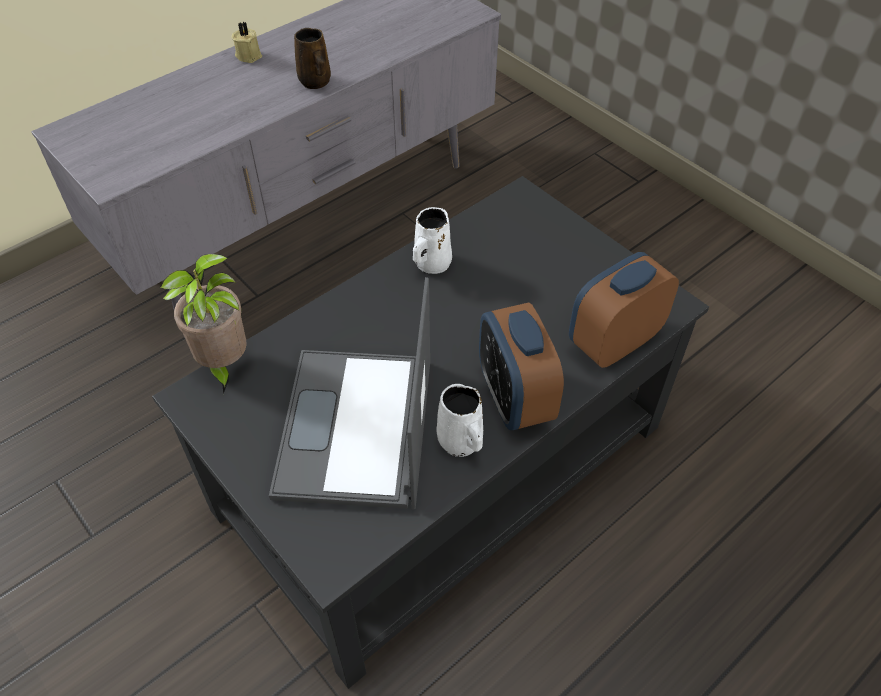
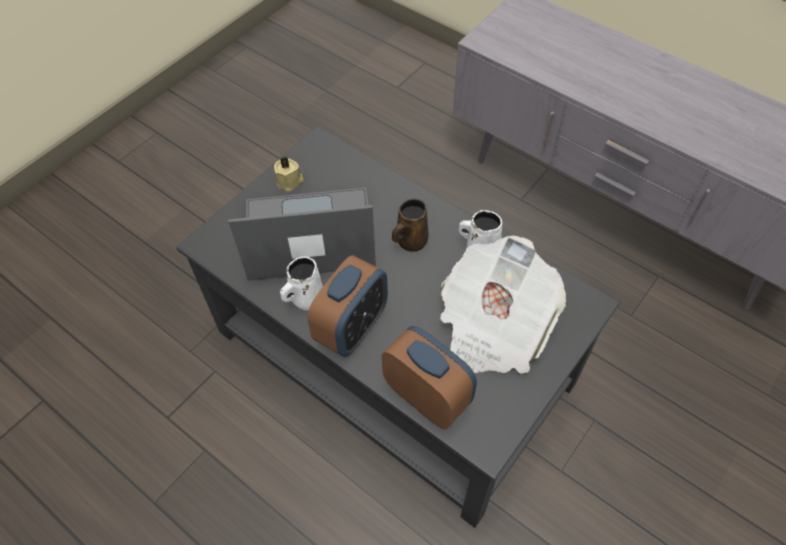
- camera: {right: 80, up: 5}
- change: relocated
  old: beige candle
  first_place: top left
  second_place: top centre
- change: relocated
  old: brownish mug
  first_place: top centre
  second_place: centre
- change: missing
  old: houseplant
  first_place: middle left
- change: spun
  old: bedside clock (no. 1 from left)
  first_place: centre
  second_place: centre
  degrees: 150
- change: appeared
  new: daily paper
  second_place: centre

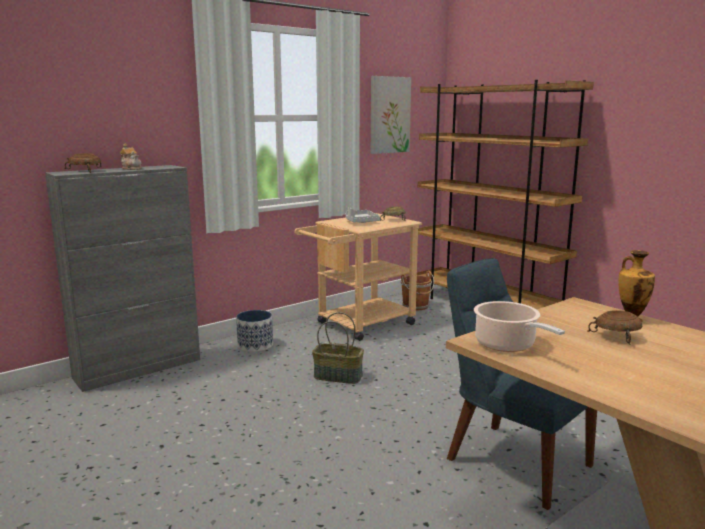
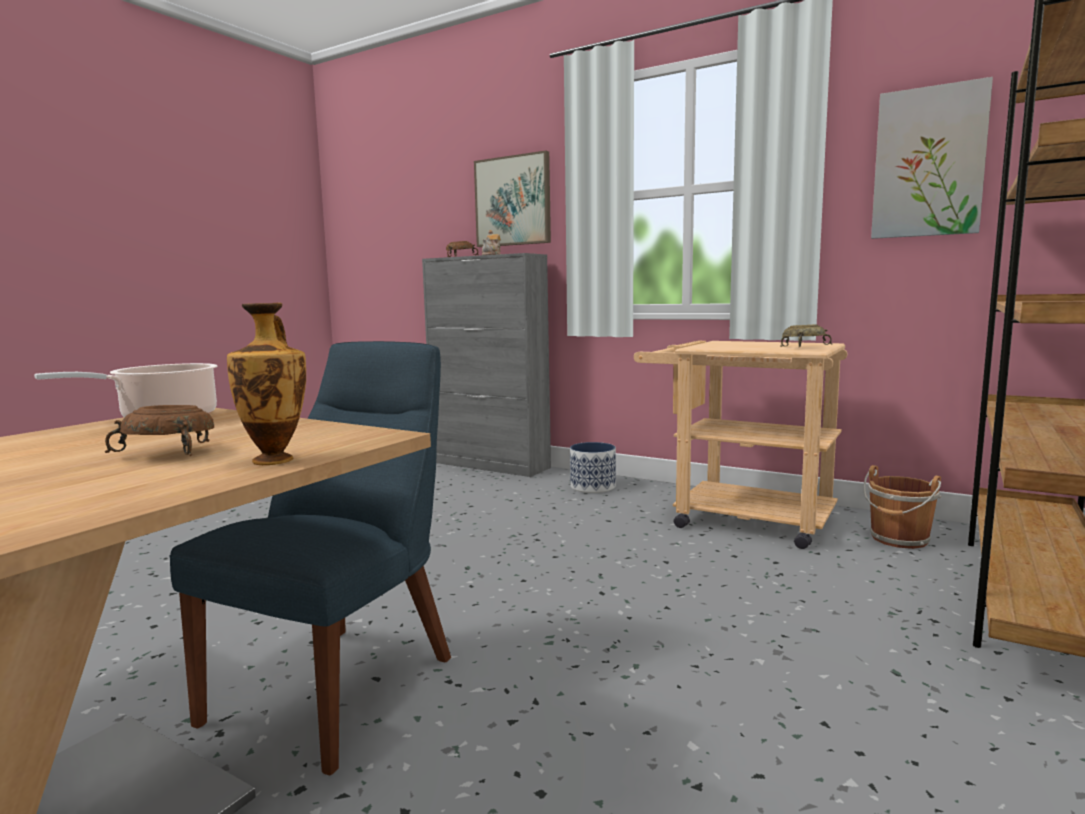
- camera: {right: 70, up: -5}
- change: missing
  old: gray tray
  first_place: centre
- change: missing
  old: household basket
  first_place: centre
- change: appeared
  new: wall picture (no. 1 from left)
  second_place: top centre

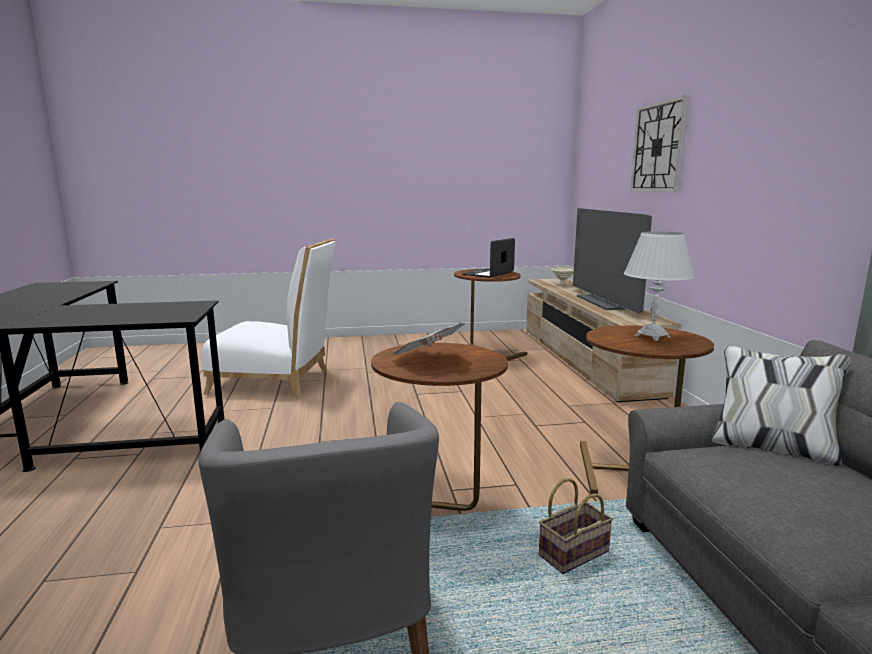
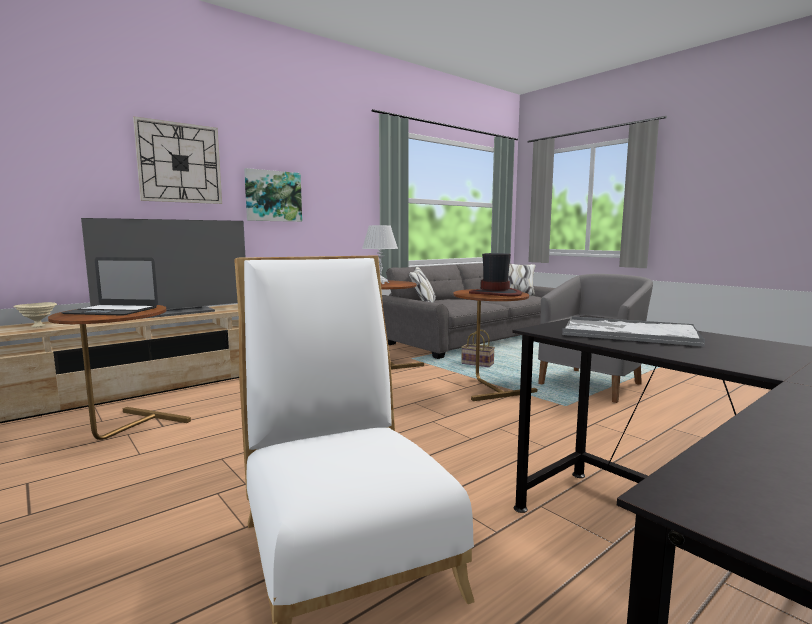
- camera: {right: -120, up: -5}
- change: exchanged
  old: daily paper
  new: wearable hat
  first_place: centre
  second_place: centre
- change: appeared
  new: wall picture
  second_place: top centre
- change: appeared
  new: tray
  second_place: middle right

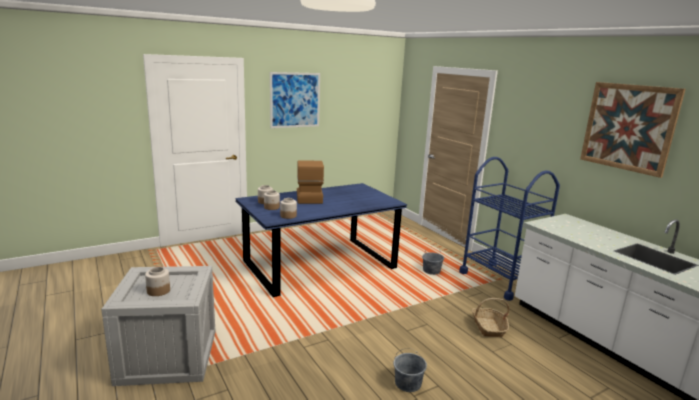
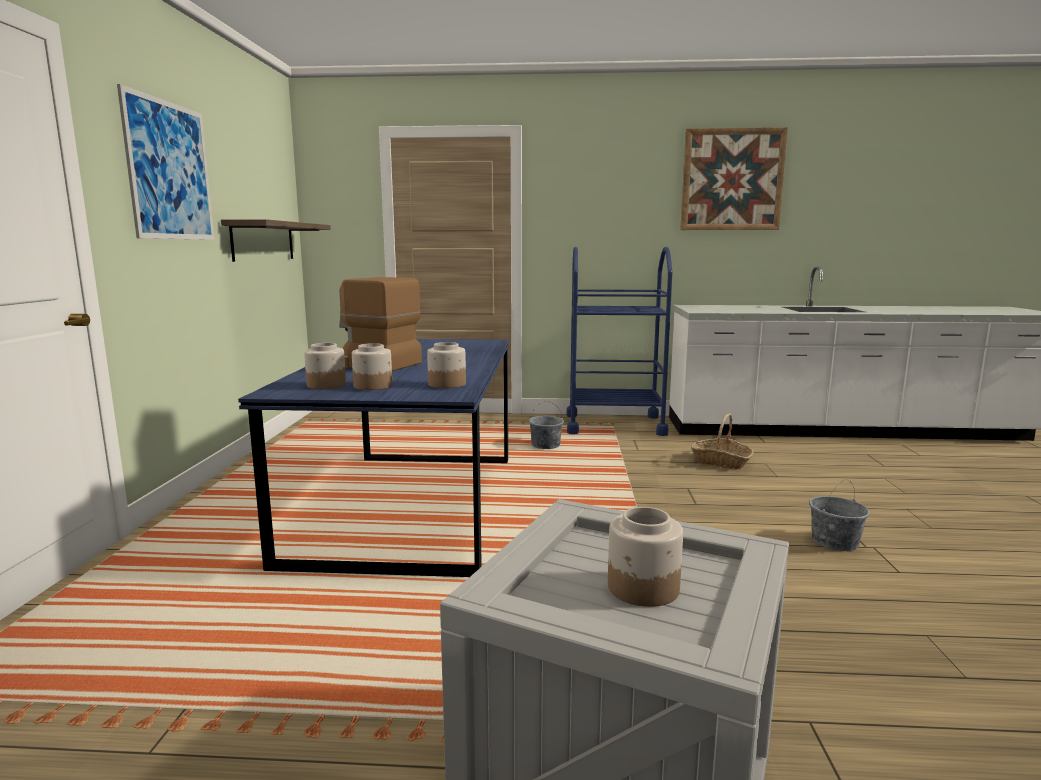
- camera: {right: -55, up: -5}
- change: appeared
  new: bracket shelf
  second_place: top left

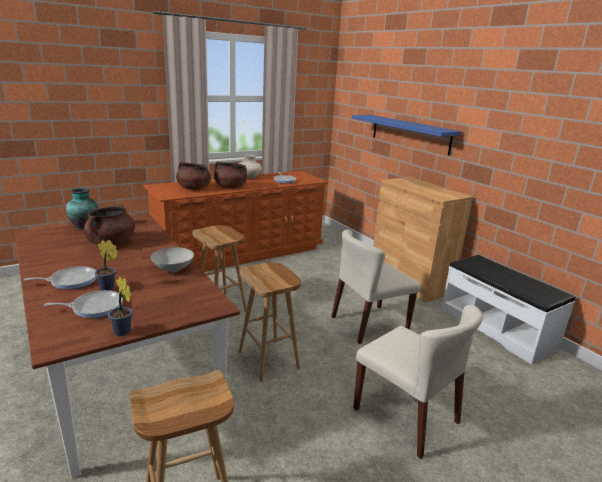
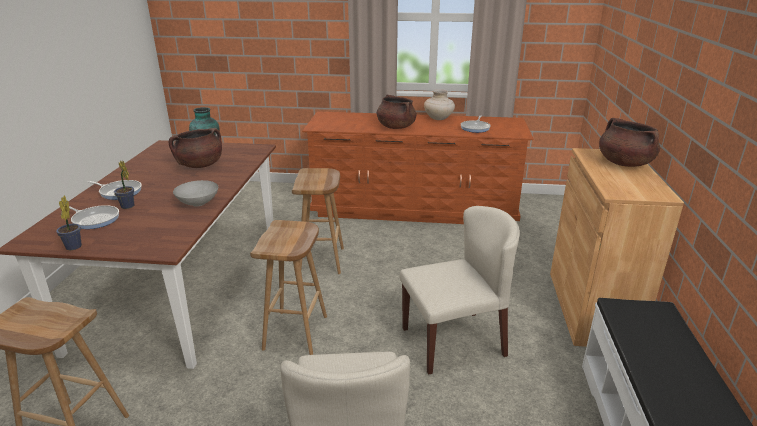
- camera: {right: 40, up: 5}
- change: missing
  old: blue-coloured bracket shelf
  first_place: top right
- change: relocated
  old: brownish saucepot (no. 2 from left in the first image)
  new: brownish saucepot (no. 3 from left)
  first_place: middle left
  second_place: middle right
- change: spun
  old: beige plain chair (no. 1 from left in the first image)
  first_place: centre
  second_place: bottom centre
  degrees: 150

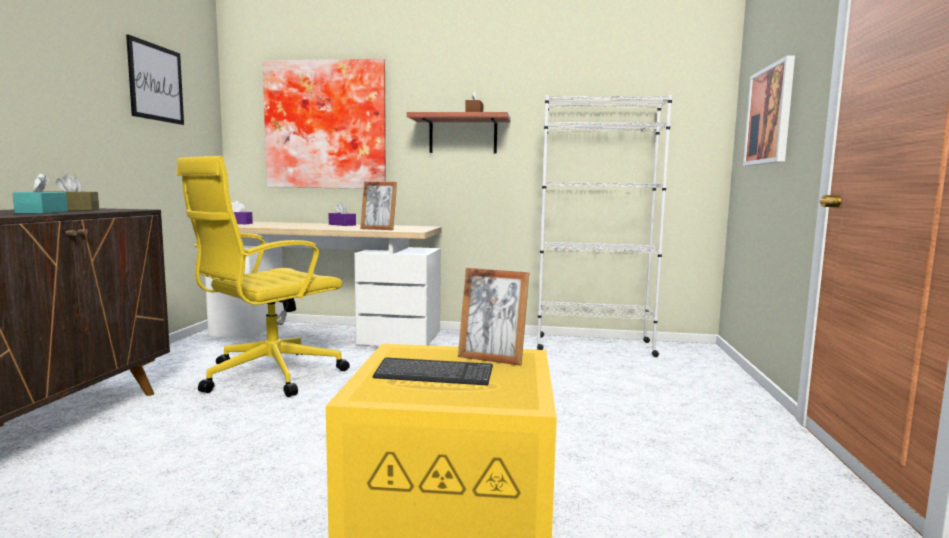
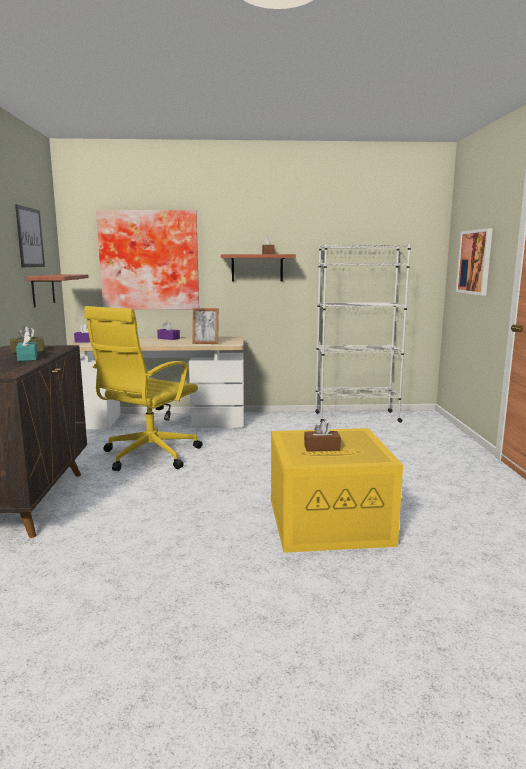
- camera: {right: -10, up: 5}
- change: missing
  old: picture frame (no. 2 from left)
  first_place: centre
- change: exchanged
  old: computer keyboard
  new: brownish box of tissues (no. 3 from left)
  first_place: bottom centre
  second_place: centre
- change: appeared
  new: bracket shelf (no. 1 from left)
  second_place: middle left

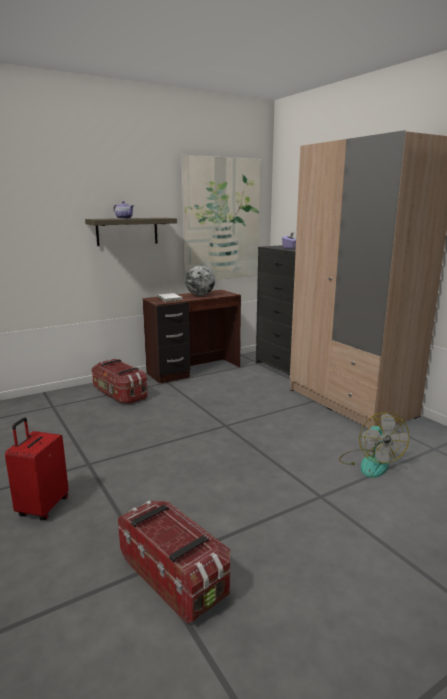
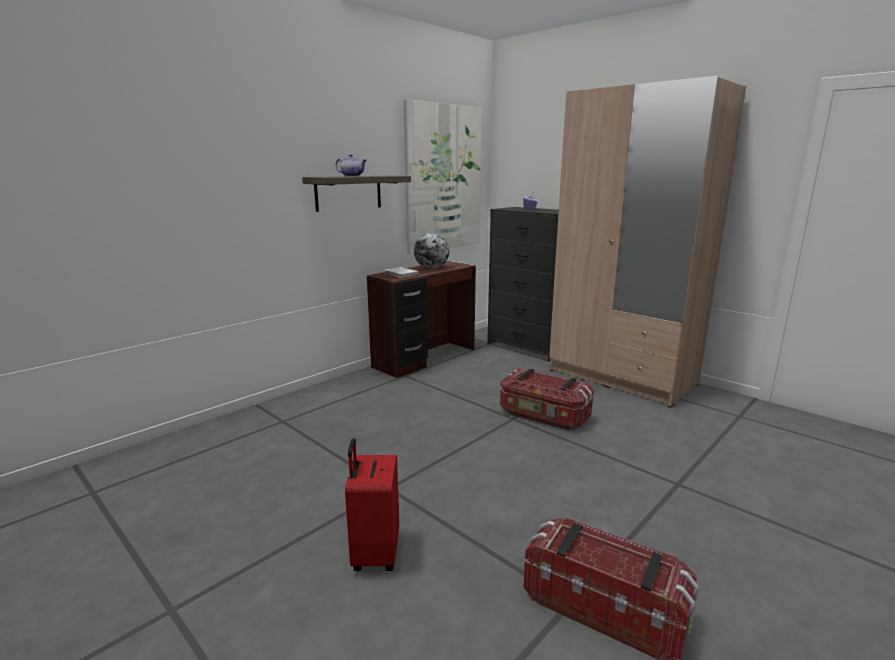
- camera: {right: -15, up: 0}
- change: relocated
  old: storage container (no. 1 from left)
  first_place: middle left
  second_place: centre
- change: missing
  old: electric fan
  first_place: middle right

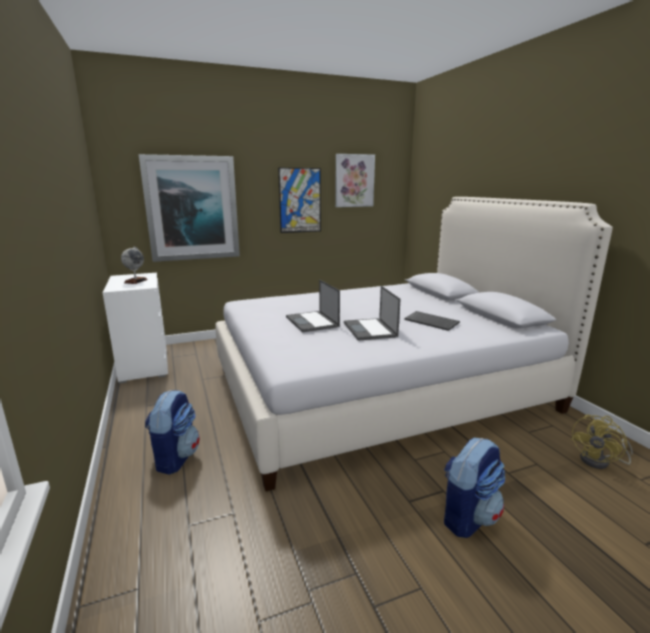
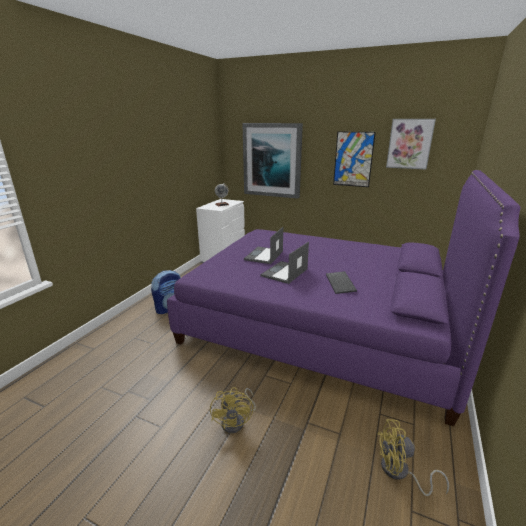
- camera: {right: 45, up: 5}
- change: colour
  old: white-coloured sleeping bed
  new: purple-coloured sleeping bed
  first_place: centre
  second_place: centre
- change: exchanged
  old: backpack (no. 2 from left)
  new: yellowish electric fan (no. 1 from left)
  first_place: bottom right
  second_place: bottom centre

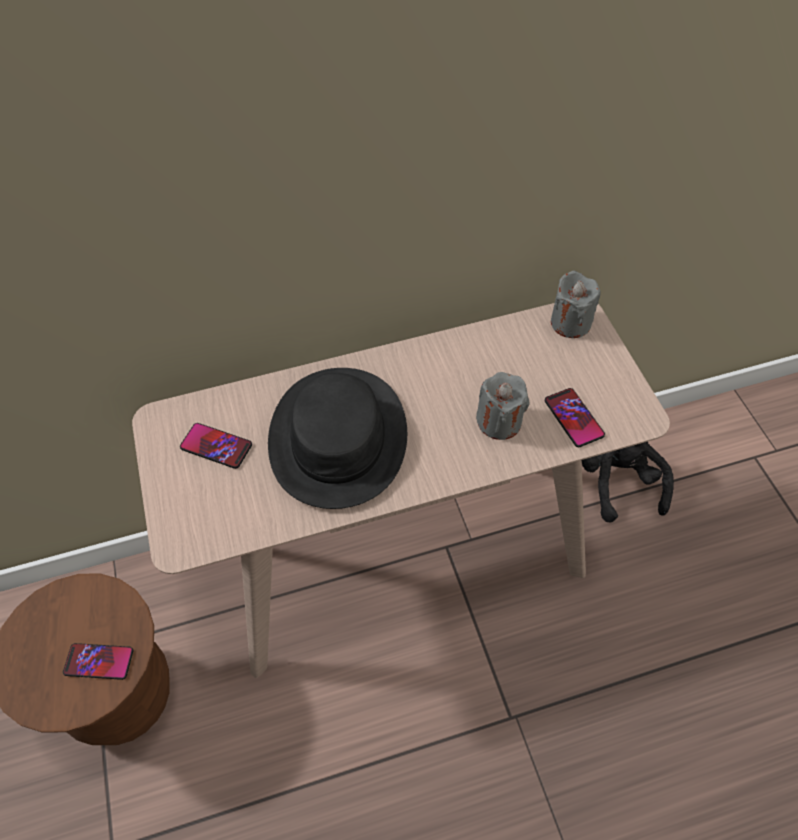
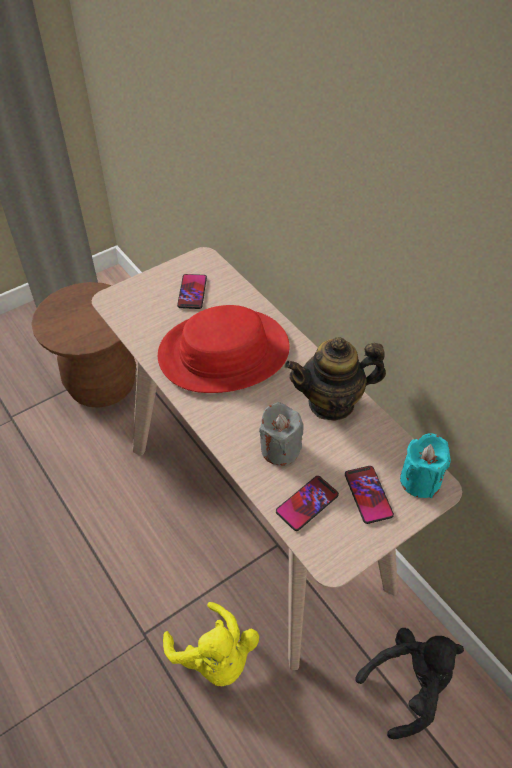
- camera: {right: 70, up: -5}
- change: colour
  old: gray candle (no. 2 from left)
  new: blue-green candle
  first_place: middle right
  second_place: middle right
- change: colour
  old: black-coloured wearable hat
  new: reddish wearable hat
  first_place: centre
  second_place: centre
- change: relocated
  old: handset (no. 1 from left in the first image)
  new: handset (no. 3 from left)
  first_place: bottom left
  second_place: middle right
- change: appeared
  new: teapot
  second_place: centre
- change: appeared
  new: yellowish cuddly toy
  second_place: bottom centre

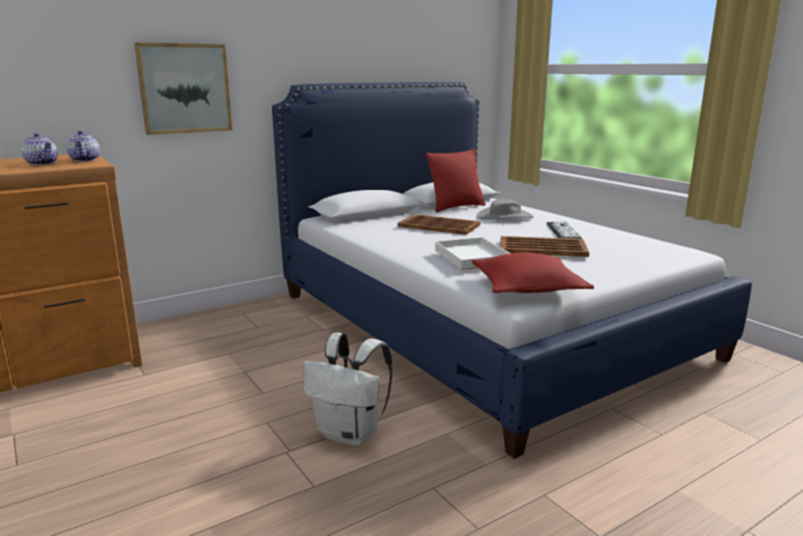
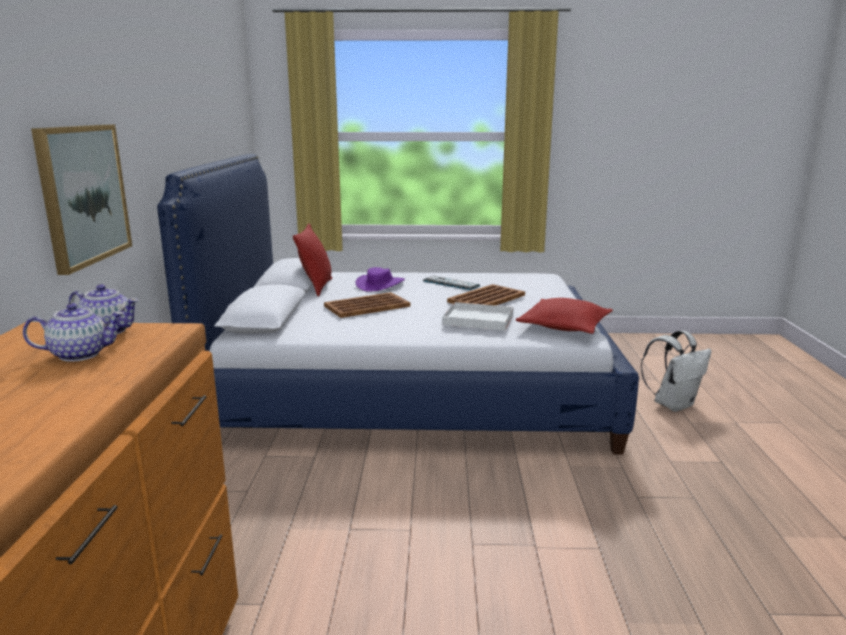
- camera: {right: -55, up: 0}
- change: colour
  old: gray wearable hat
  new: purple-coloured wearable hat
  first_place: centre
  second_place: centre
- change: relocated
  old: white-coloured backpack
  first_place: bottom centre
  second_place: middle right

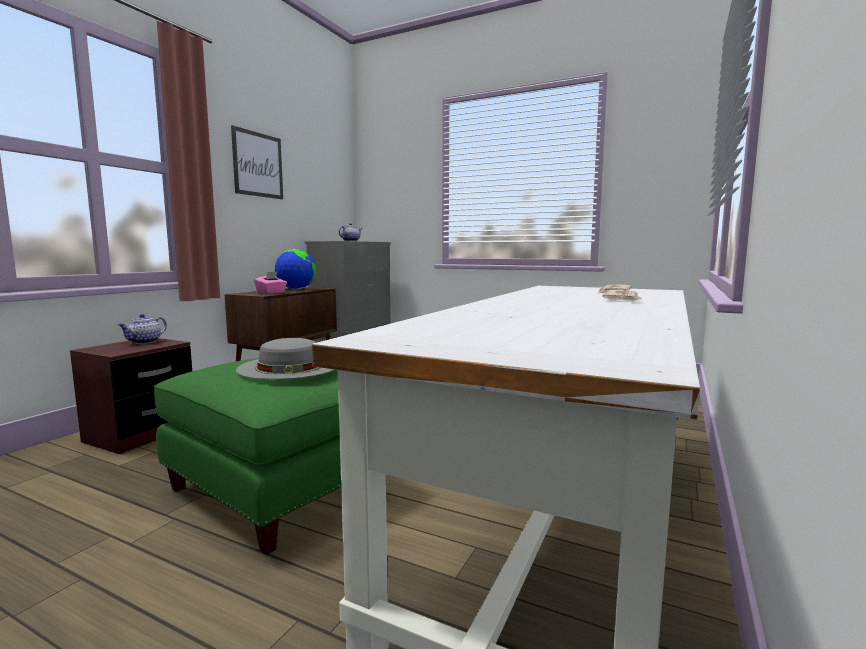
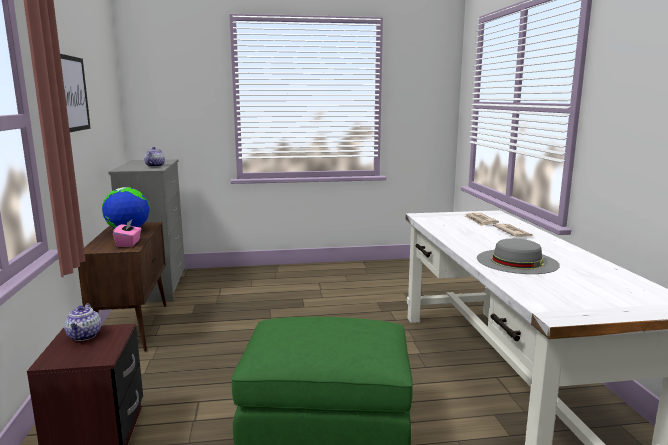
- camera: {right: -35, up: 5}
- change: relocated
  old: gray wearable hat
  first_place: middle left
  second_place: middle right

